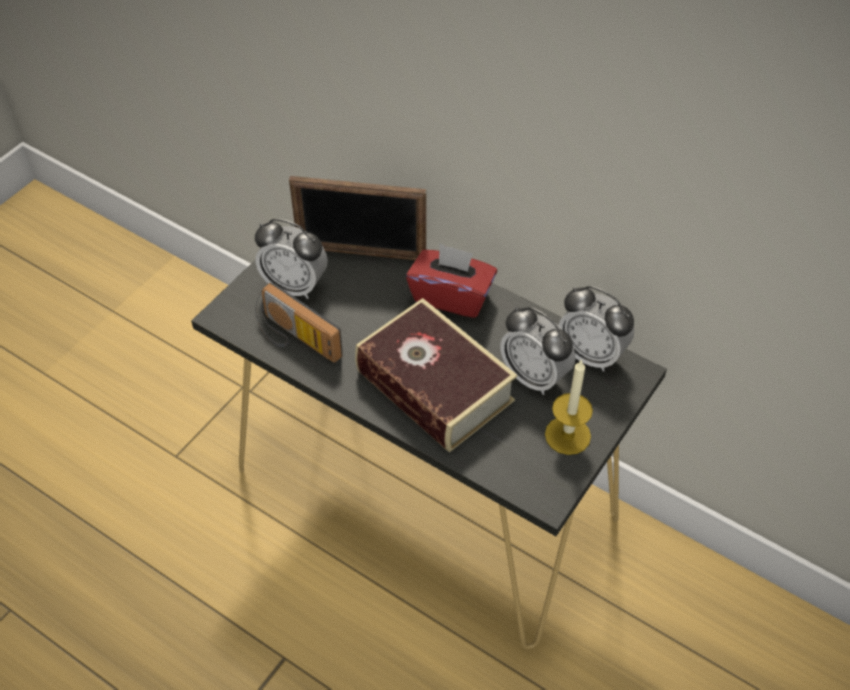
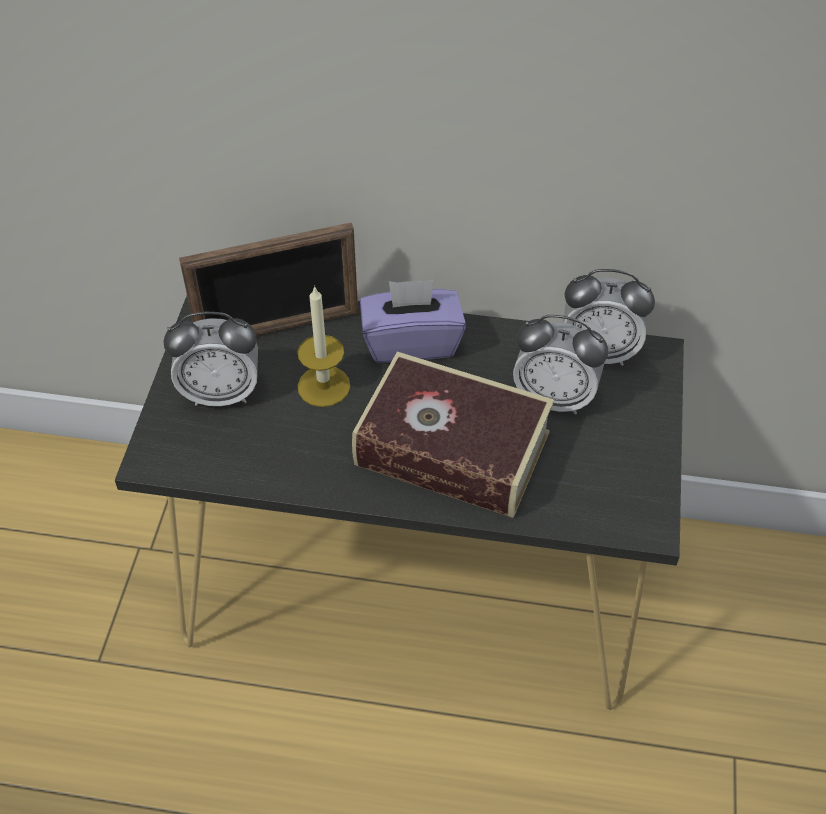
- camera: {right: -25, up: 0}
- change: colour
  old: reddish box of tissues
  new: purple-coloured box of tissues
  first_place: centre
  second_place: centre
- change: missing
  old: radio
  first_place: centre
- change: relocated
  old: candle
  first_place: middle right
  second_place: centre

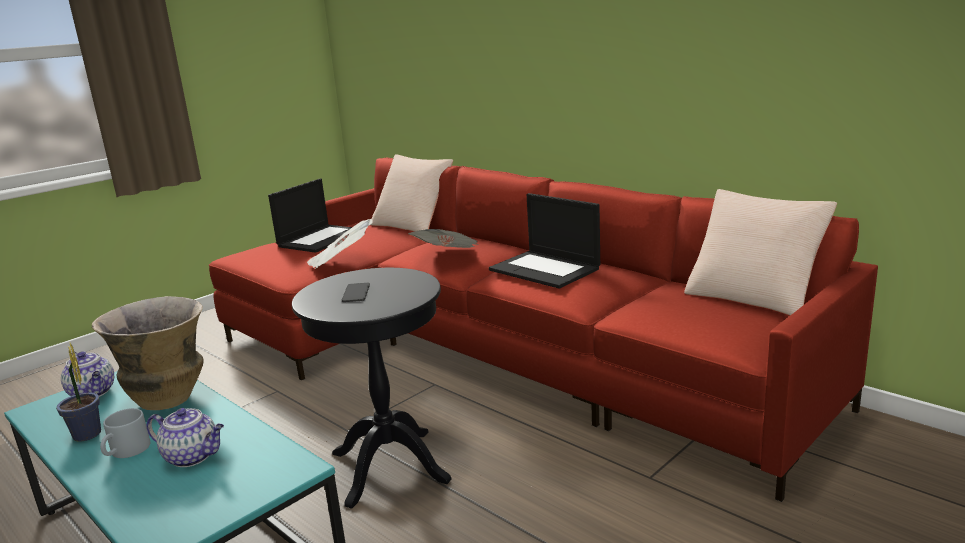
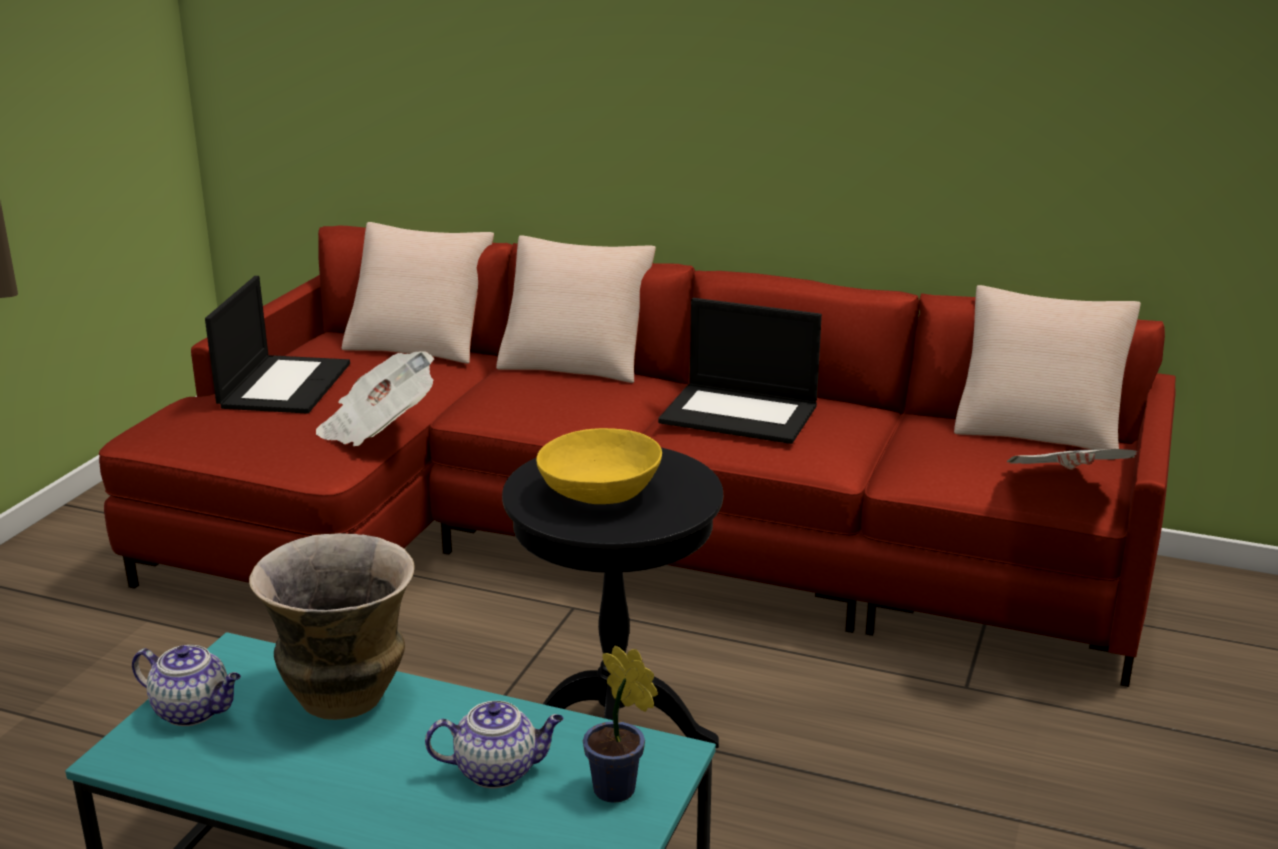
- camera: {right: -25, up: 5}
- change: relocated
  old: daily paper (no. 2 from left)
  first_place: centre
  second_place: middle right
- change: exchanged
  old: handset
  new: yellowish serving bowl
  first_place: centre
  second_place: centre
- change: relocated
  old: houseplant
  first_place: bottom left
  second_place: bottom centre
- change: missing
  old: gray mug
  first_place: bottom left
- change: appeared
  new: beige pillow (no. 2 from left)
  second_place: centre

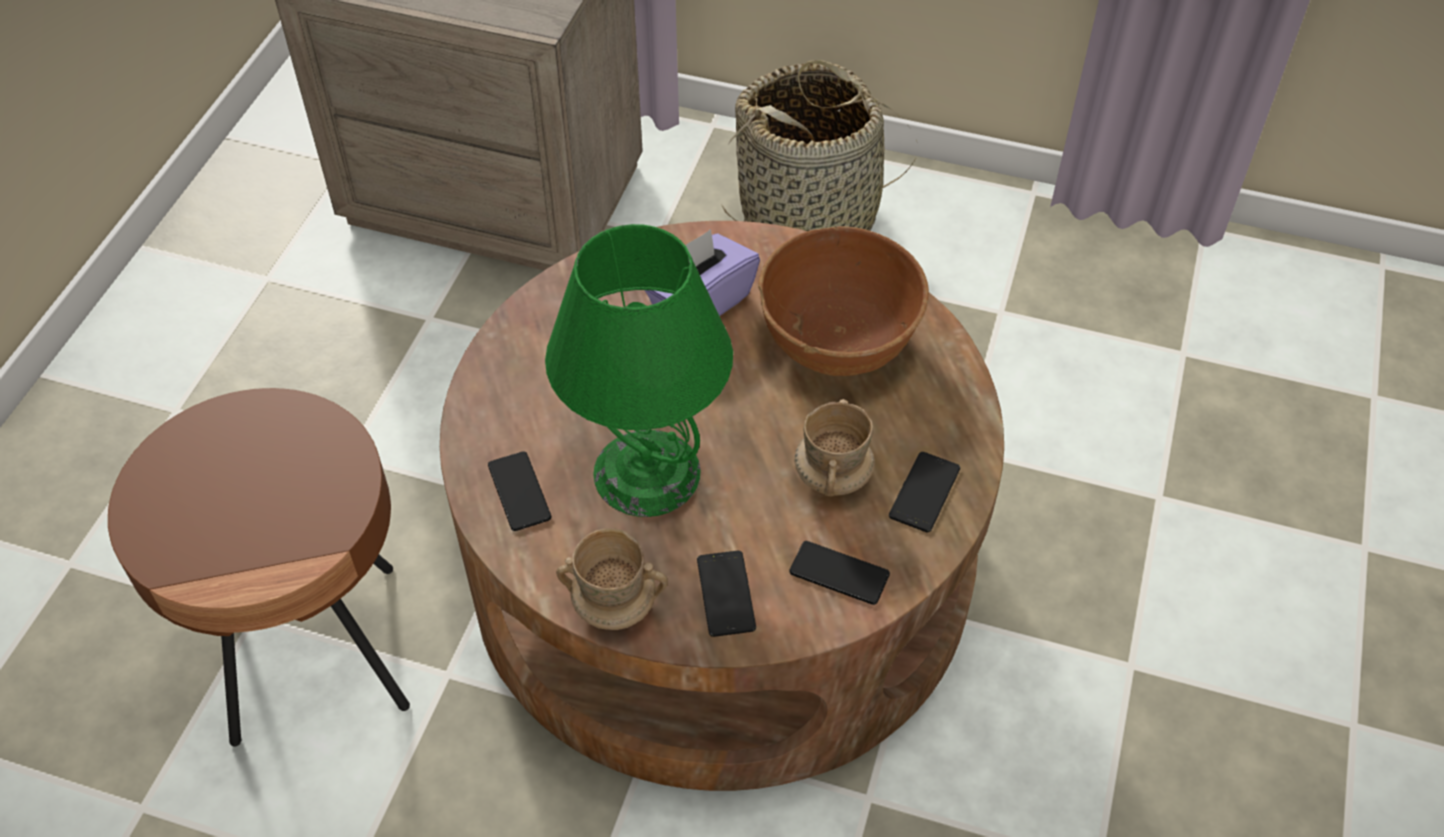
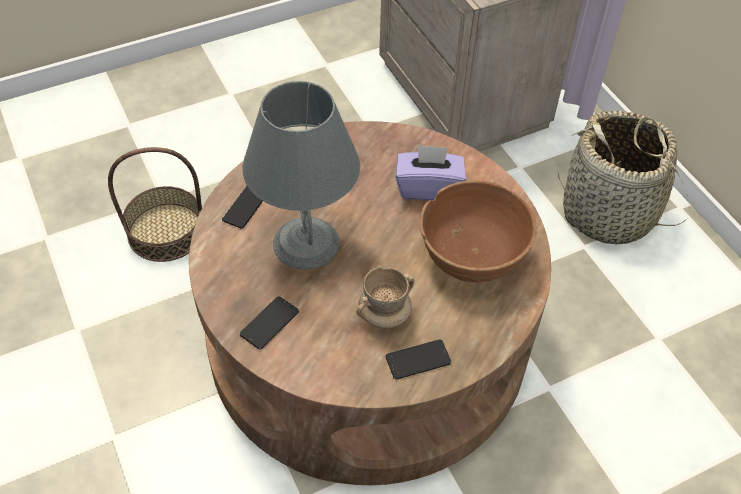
- camera: {right: 45, up: 0}
- change: colour
  old: green tabletop lamp
  new: gray tabletop lamp
  first_place: centre
  second_place: centre
- change: exchanged
  old: brownish side table
  new: household basket (no. 1 from left)
  first_place: bottom left
  second_place: middle left
- change: missing
  old: beige mug (no. 1 from left)
  first_place: bottom centre
- change: missing
  old: handset (no. 3 from left)
  first_place: bottom centre

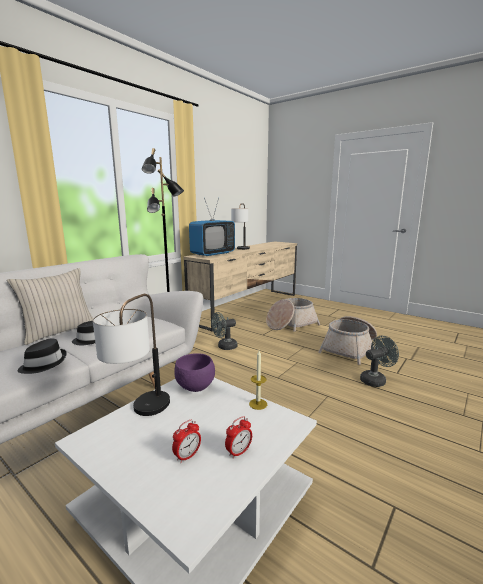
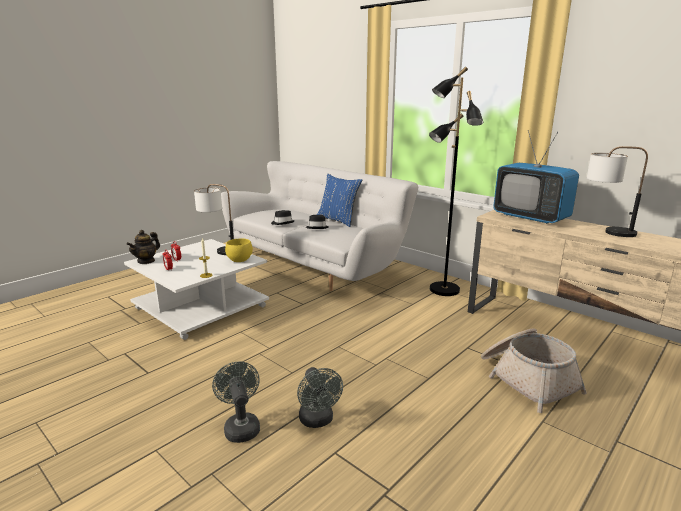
- camera: {right: 95, up: 5}
- change: colour
  old: beige pillow
  new: blue-coloured pillow
  first_place: middle left
  second_place: centre
- change: relocated
  old: gray electric fan (no. 1 from left)
  first_place: centre
  second_place: bottom centre
- change: missing
  old: household basket (no. 2 from left)
  first_place: middle right
- change: colour
  old: purple-coloured serving bowl
  new: yellowish serving bowl
  first_place: centre
  second_place: centre
- change: appeared
  new: teapot
  second_place: middle left

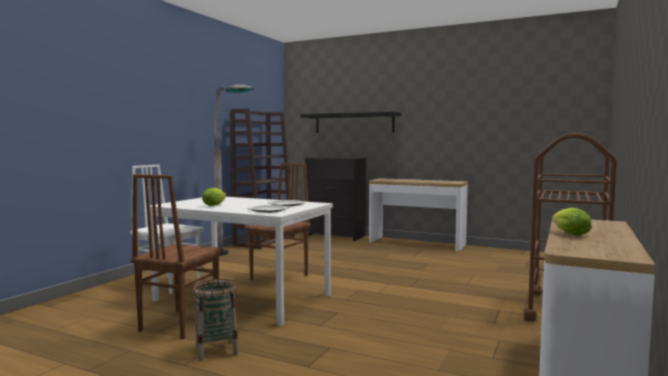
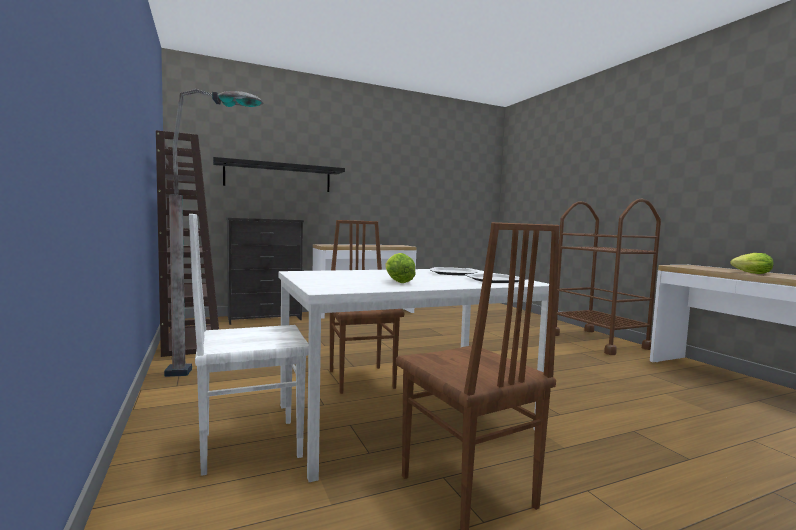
- camera: {right: -50, up: 0}
- change: missing
  old: household basket
  first_place: bottom left

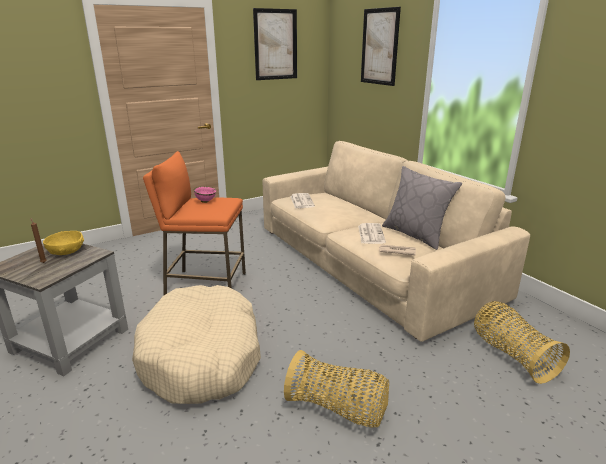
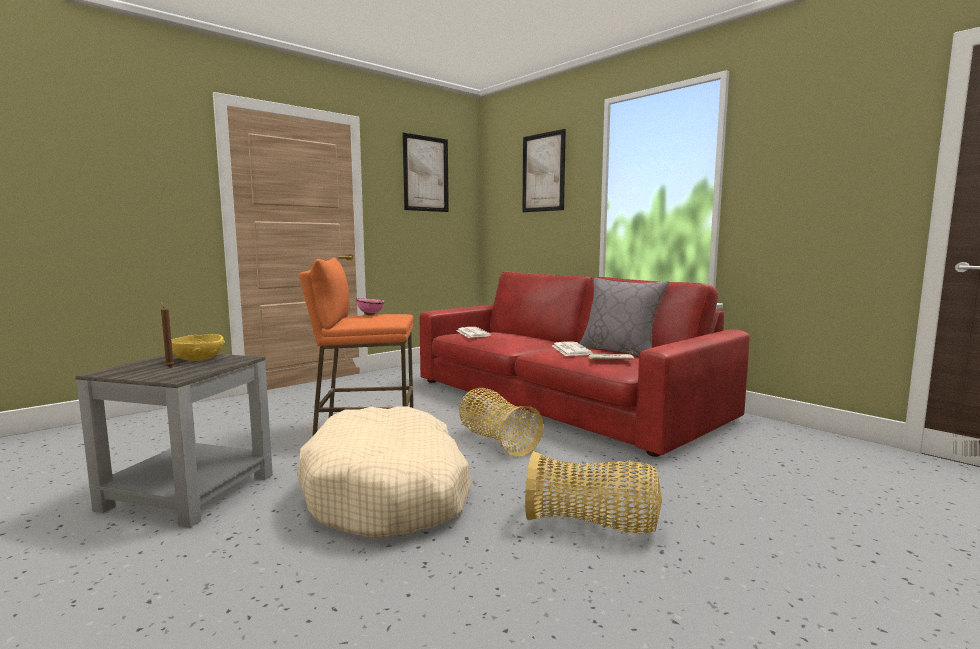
- camera: {right: -10, up: -15}
- change: colour
  old: beige settee
  new: reddish settee
  first_place: centre
  second_place: centre
- change: relocated
  old: household basket (no. 2 from left in the first image)
  new: household basket (no. 1 from left)
  first_place: bottom right
  second_place: centre

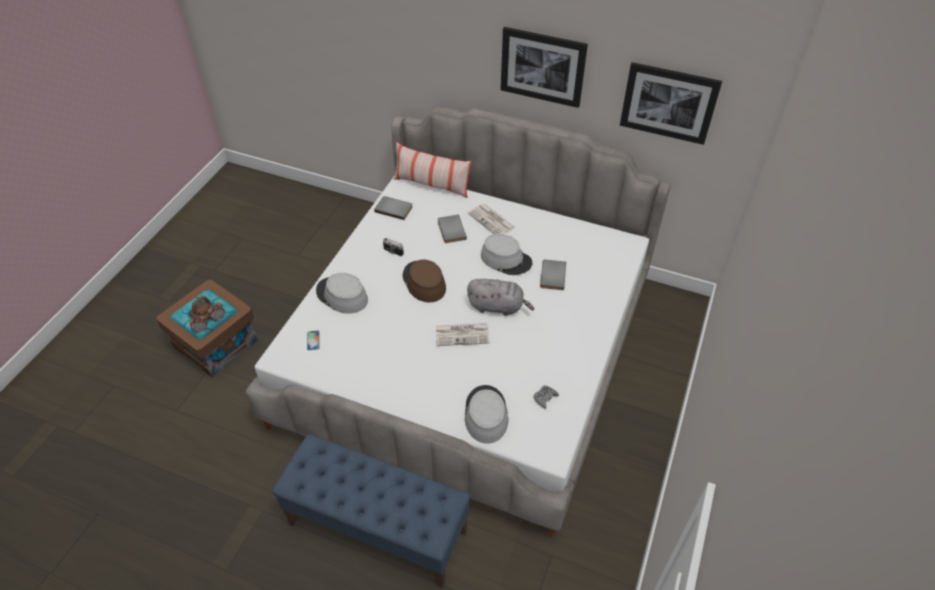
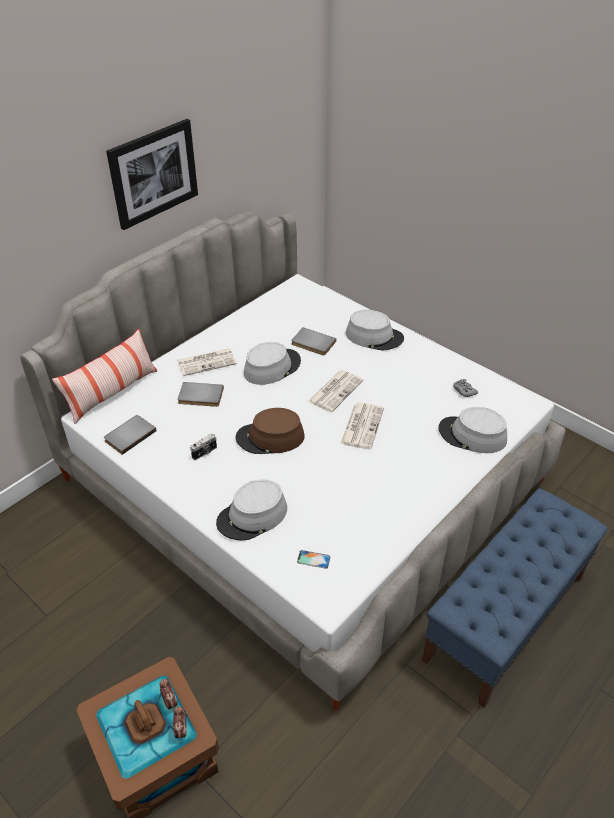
- camera: {right: -70, up: -5}
- change: missing
  old: wall picture (no. 2 from left)
  first_place: top right
- change: exchanged
  old: gray cuddly toy
  new: daily paper (no. 2 from left)
  first_place: centre
  second_place: centre
- change: appeared
  new: gray wearable hat (no. 3 from left)
  second_place: centre

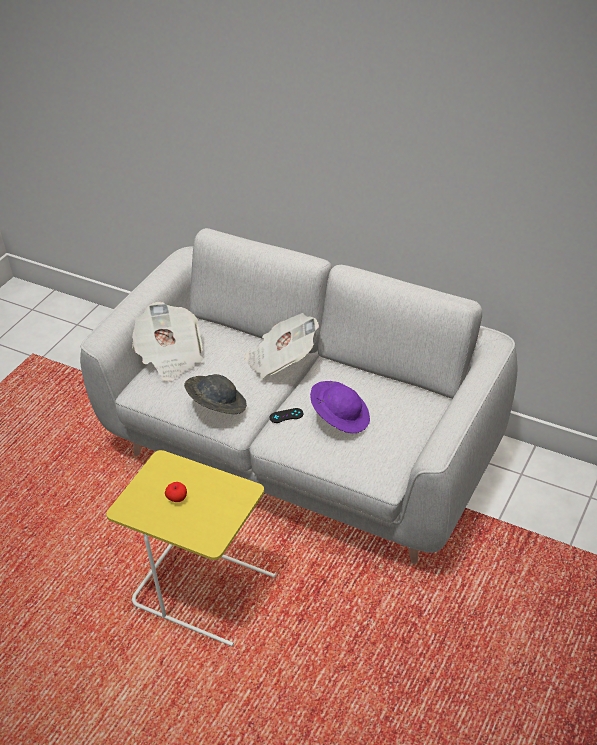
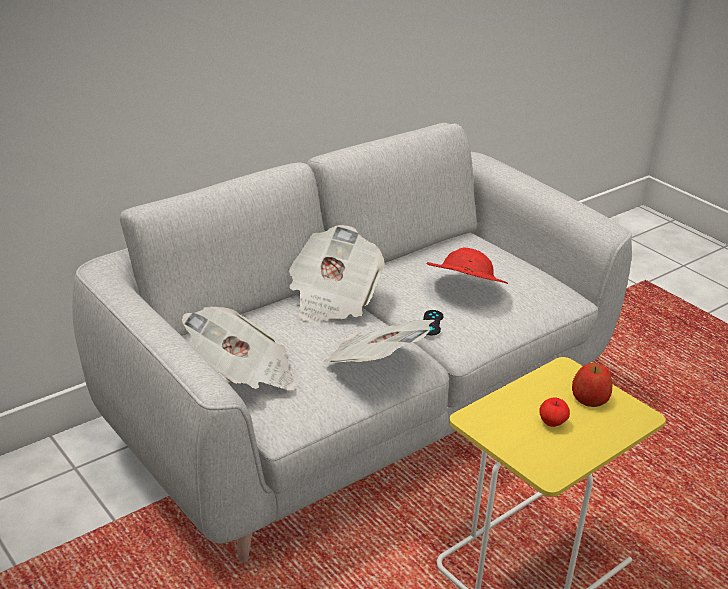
- camera: {right: -70, up: -10}
- change: exchanged
  old: gray wearable hat
  new: daily paper (no. 3 from left)
  first_place: centre
  second_place: centre
- change: colour
  old: purple-coloured wearable hat
  new: reddish wearable hat
  first_place: centre
  second_place: centre
- change: appeared
  new: whole apple (no. 2 from left)
  second_place: middle right

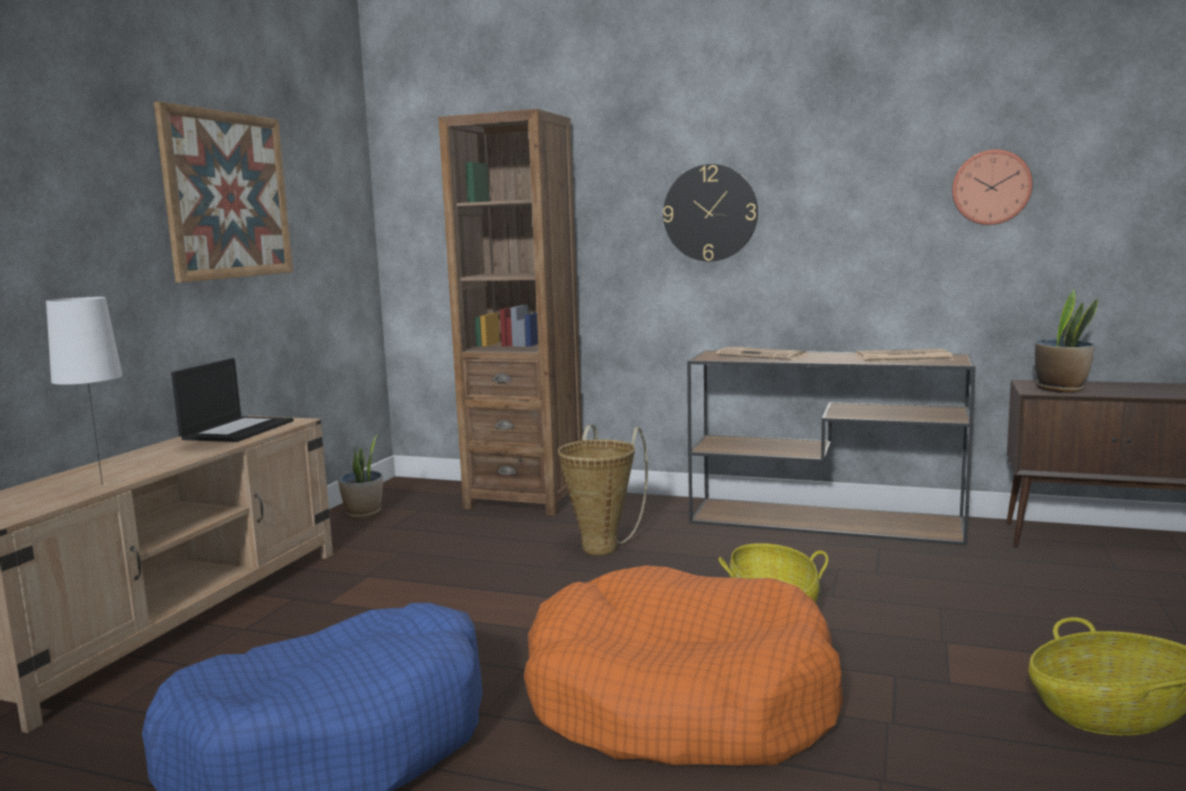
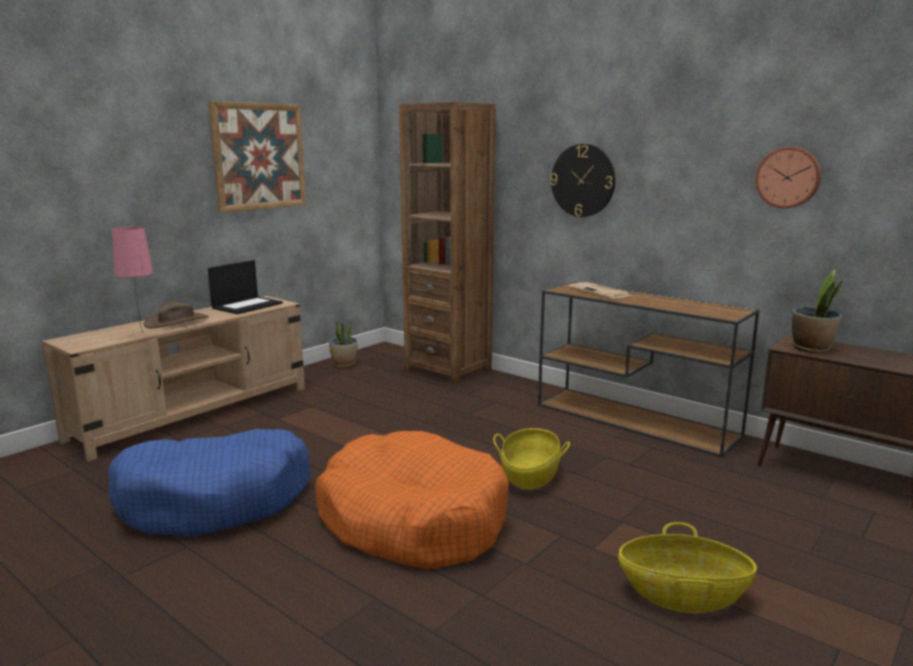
- camera: {right: 20, up: 5}
- change: colour
  old: white-coloured tabletop lamp
  new: pink-coloured tabletop lamp
  first_place: middle left
  second_place: middle left
- change: missing
  old: daily paper (no. 2 from left)
  first_place: middle right
- change: missing
  old: household basket (no. 1 from left)
  first_place: centre
- change: appeared
  new: brownish wearable hat
  second_place: middle left

